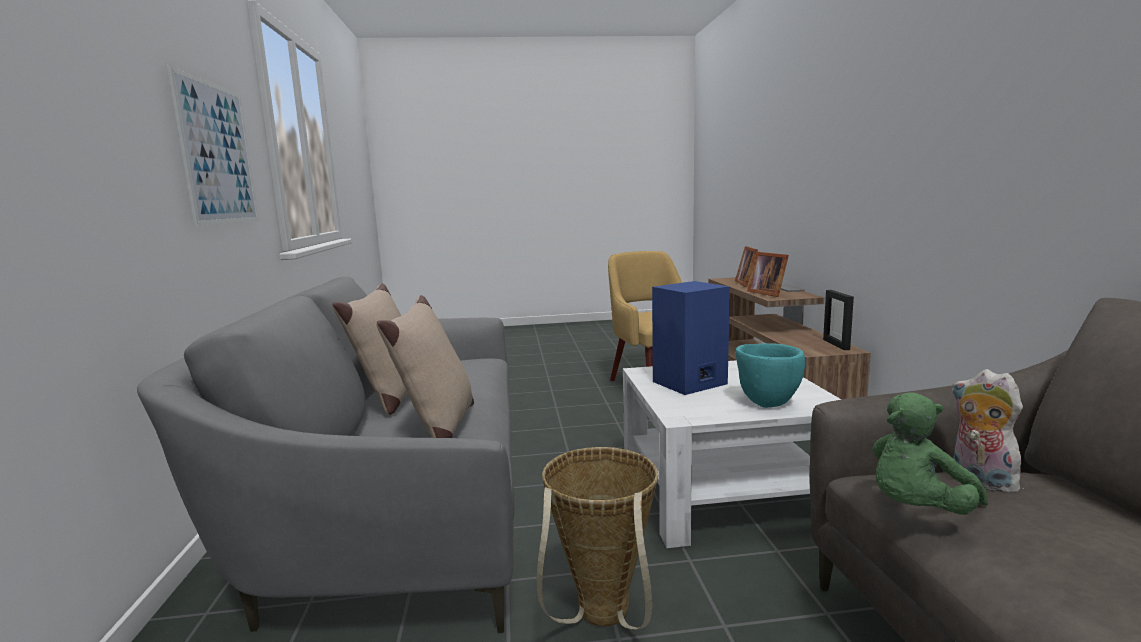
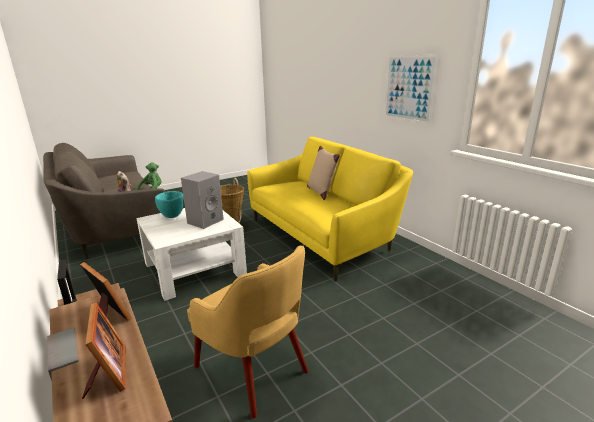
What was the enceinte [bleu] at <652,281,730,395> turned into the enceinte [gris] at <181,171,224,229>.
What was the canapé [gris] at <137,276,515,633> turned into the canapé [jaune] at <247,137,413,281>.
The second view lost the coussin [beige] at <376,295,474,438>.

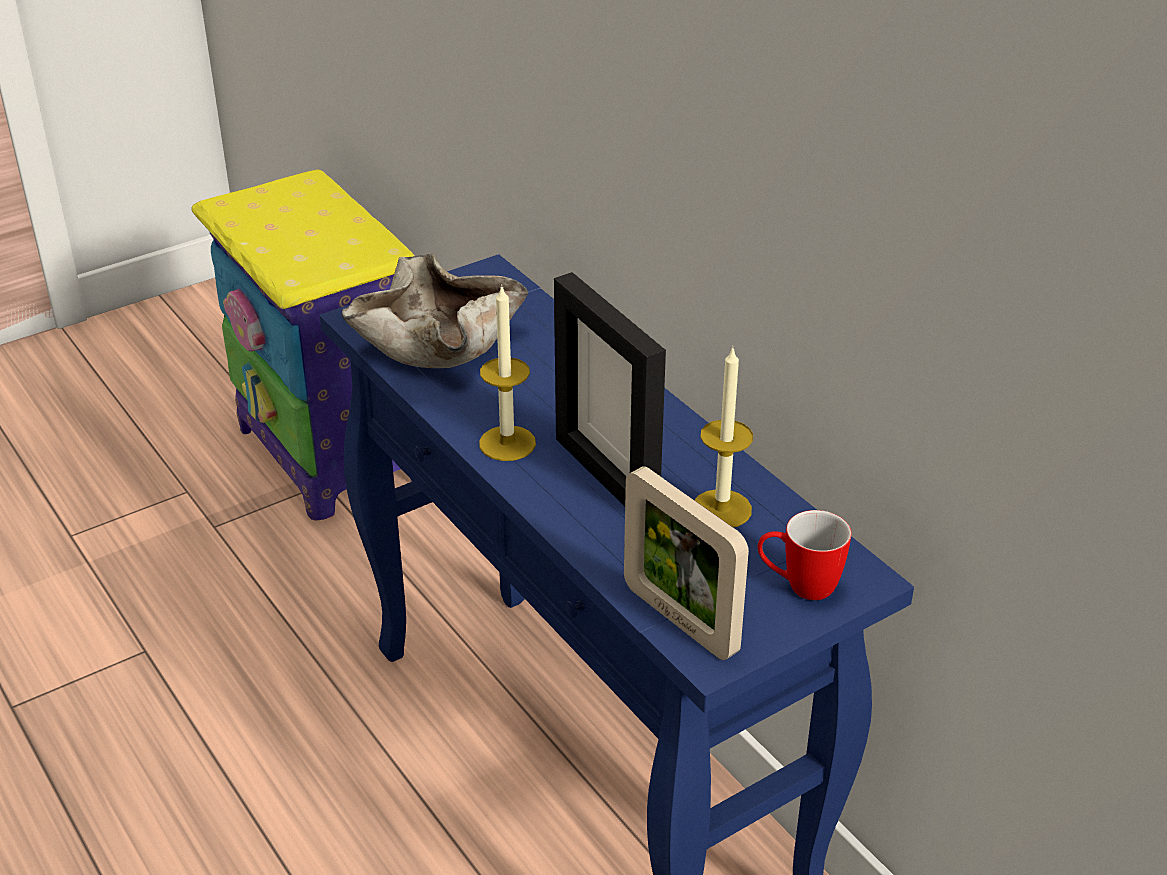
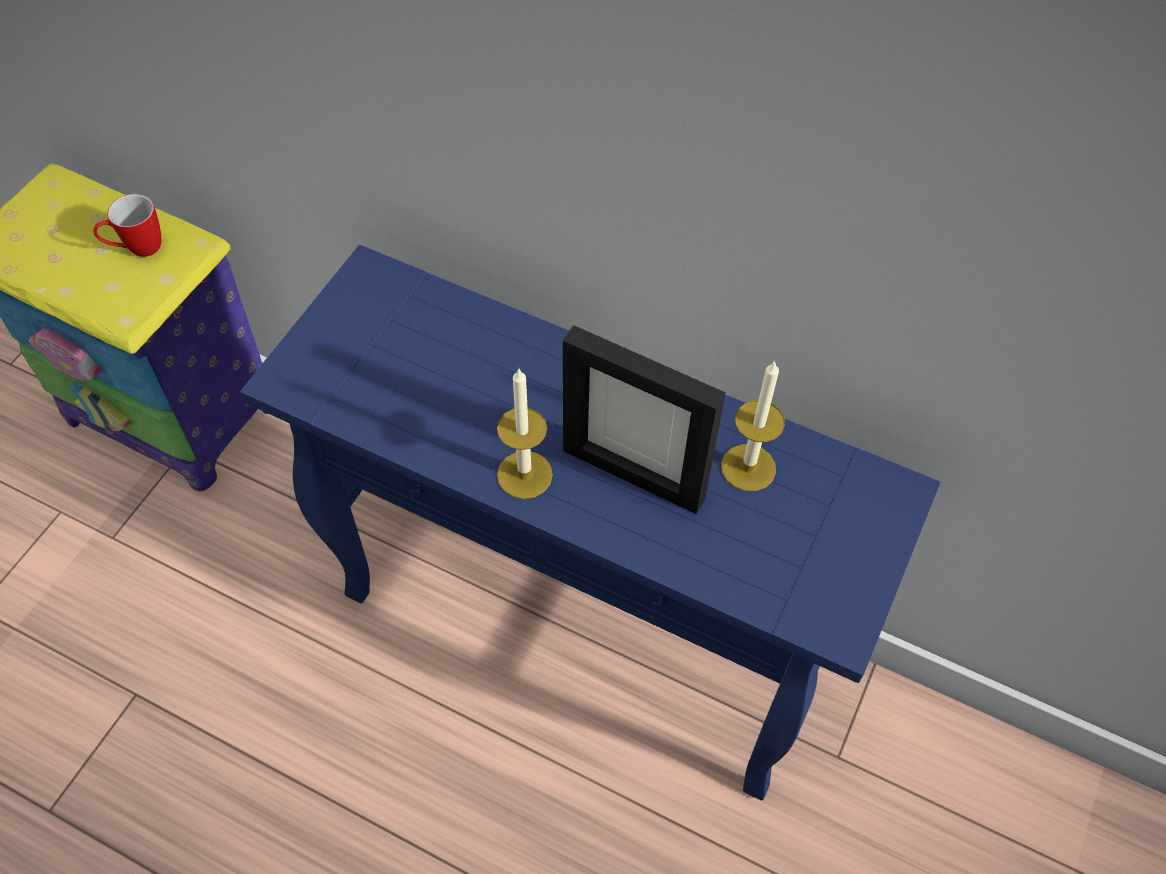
The mug ended up elsewhere, having gone from <757,510,852,600> to <93,194,161,257>.
The second view lost the bol [beige] at <342,254,528,368>.
The second view lost the cadre photo at <624,466,749,660>.

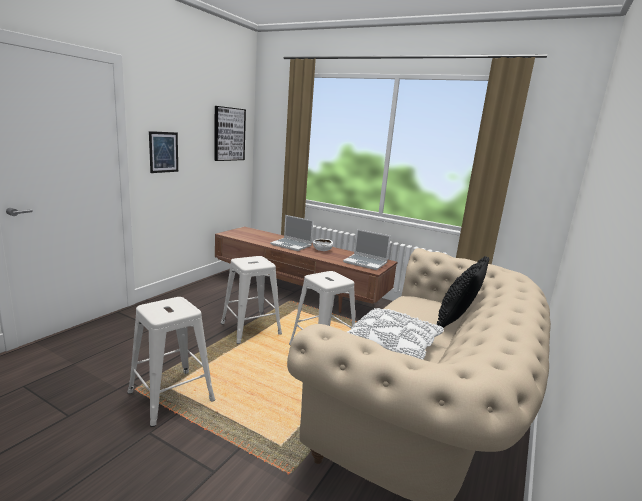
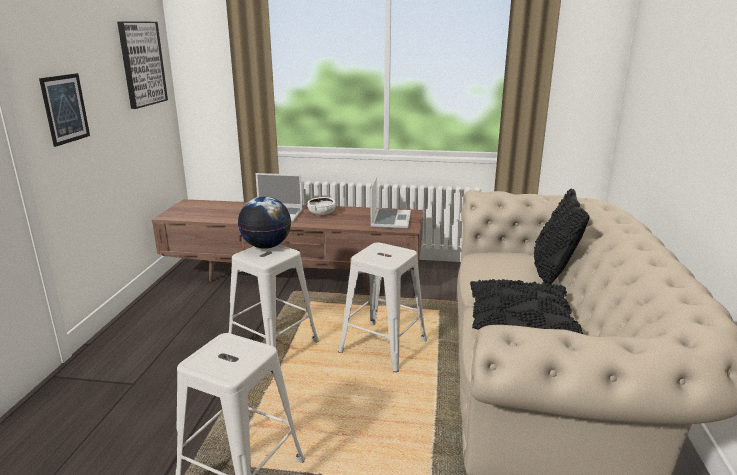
The second view gained the globe at <238,196,291,249>.
The ordinateur portable at <343,229,391,270> ended up facing another way, 90 degrees counterclockwise from before.
What was the coussin [blanc] at <347,308,444,360> turned into the coussin [noir] at <470,279,583,334>.

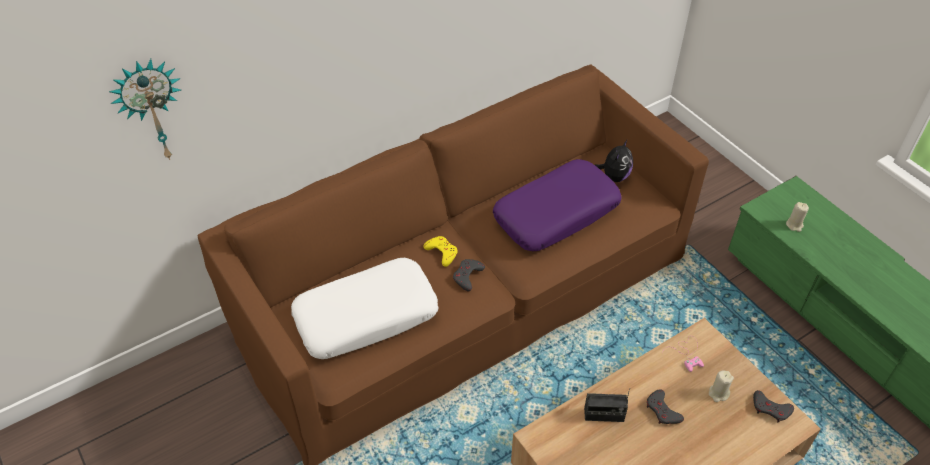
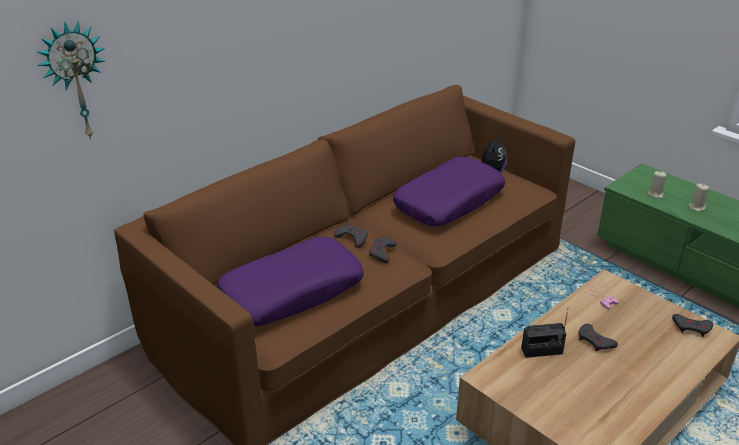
What was the coussin [blanc] at <291,258,439,359> turned into the coussin [violet] at <217,237,364,326>.
What was the manette [jaune] at <423,236,458,267> turned into the manette [gris] at <334,224,368,248>.
The bougie [beige] ended up elsewhere, having gone from <709,370,734,402> to <689,184,709,212>.

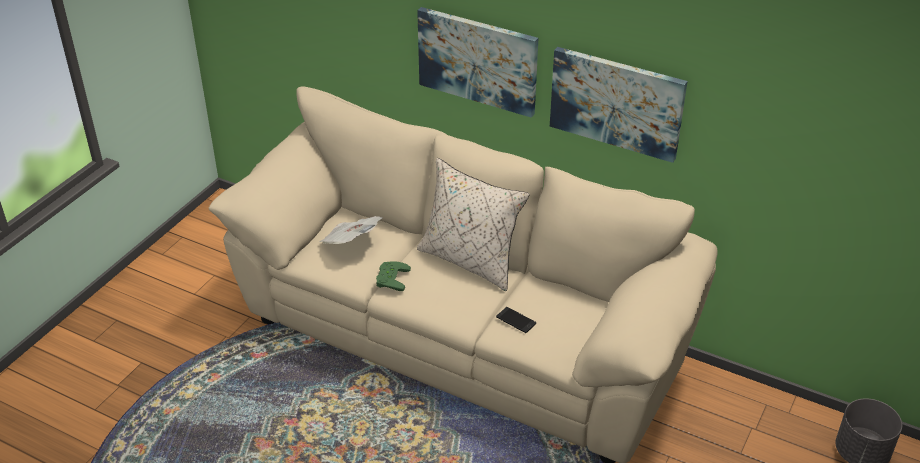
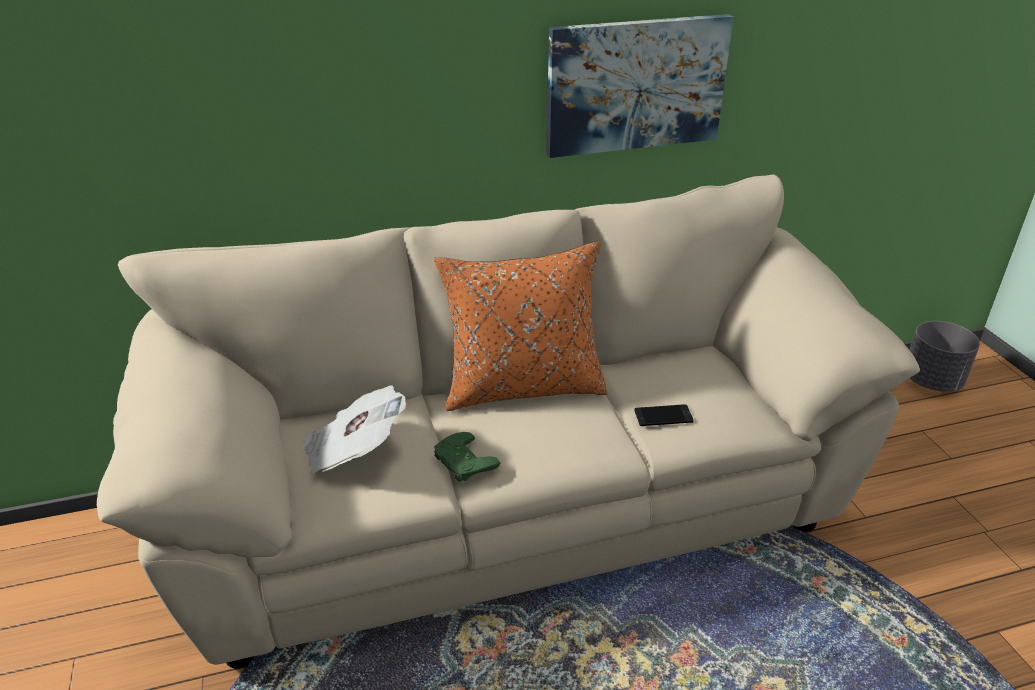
What was the coussin [beige] at <417,158,530,291> turned into the coussin [orange] at <434,241,607,411>.
The second view lost the tableau at <417,7,539,118>.

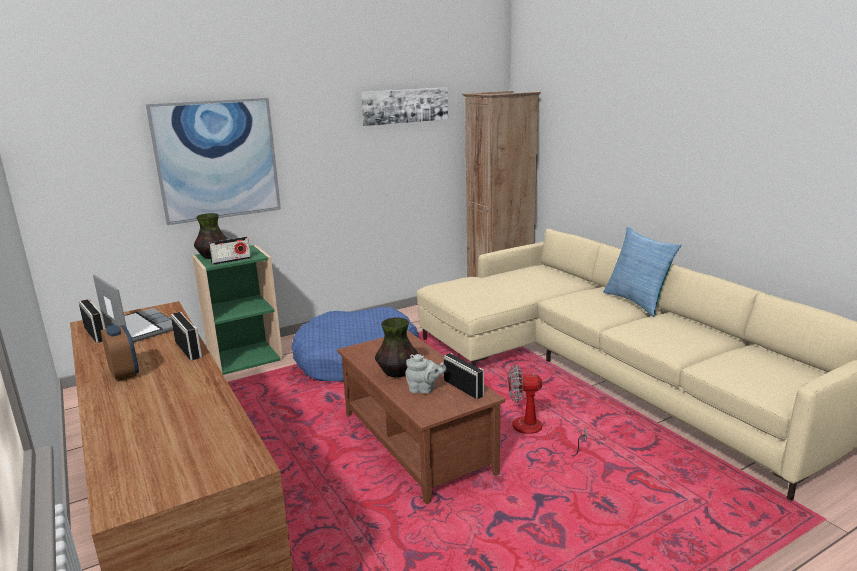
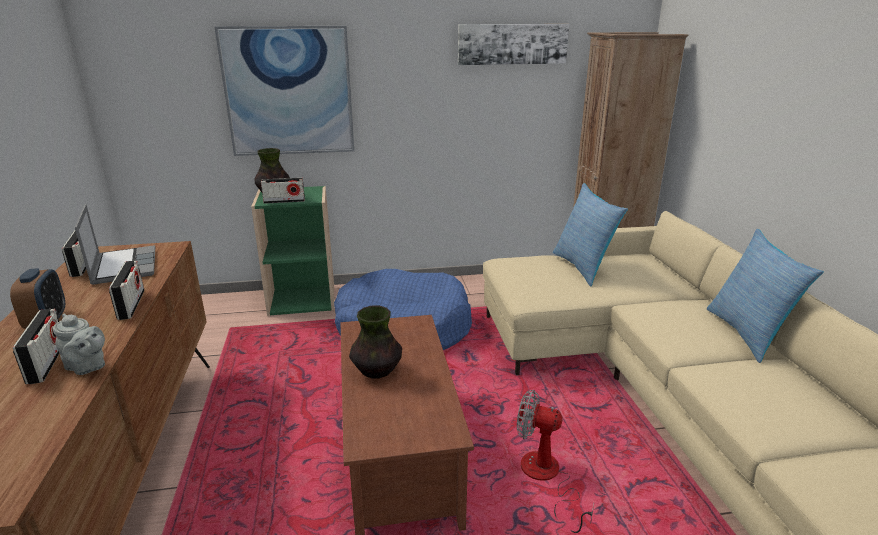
The radio ended up elsewhere, having gone from <444,353,484,399> to <13,309,60,384>.
The théière [gris] ended up elsewhere, having gone from <405,354,447,394> to <53,313,105,375>.
The second view gained the coussin at <553,183,628,287>.

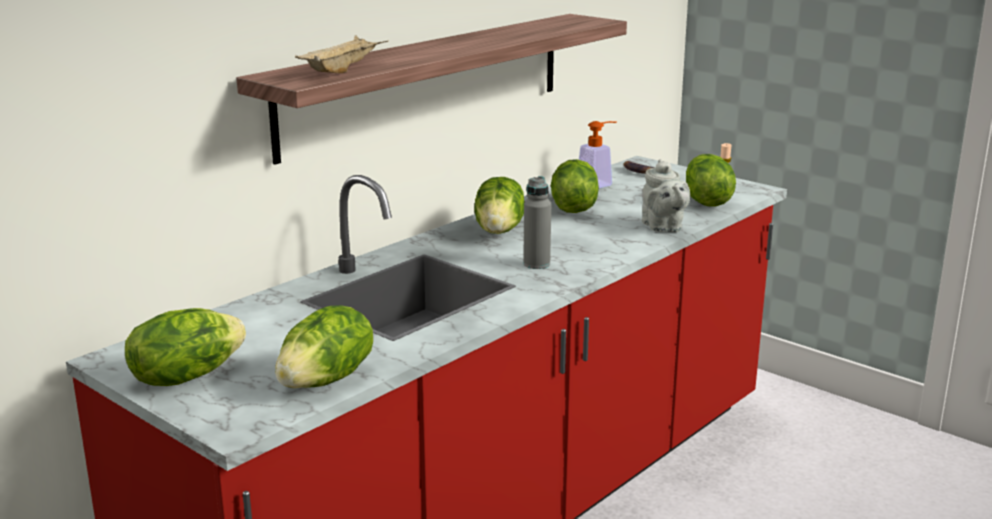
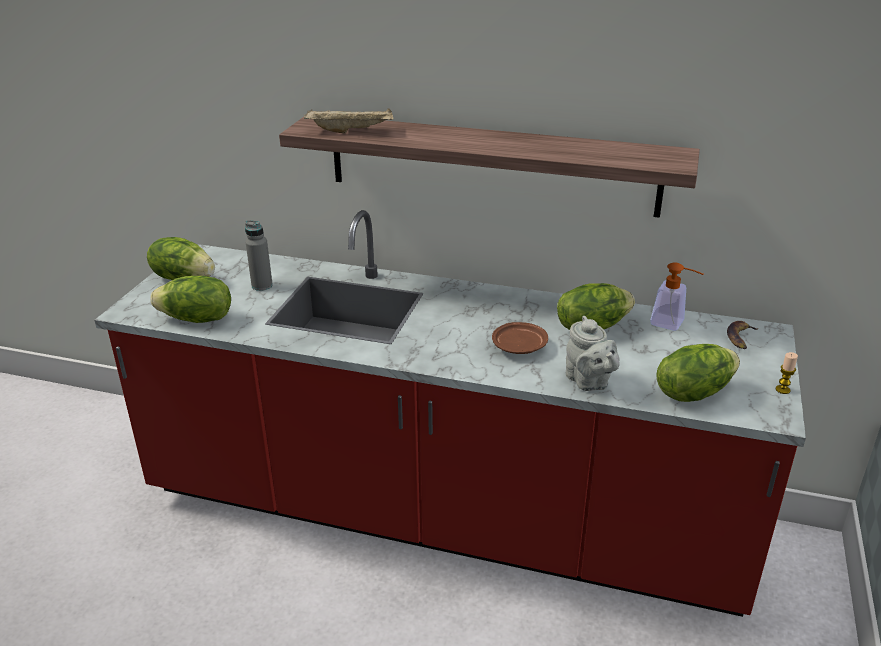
The bouteille [gris] ended up elsewhere, having gone from <523,176,551,269> to <245,220,273,291>.
The second view gained the assiette [marron] at <492,322,548,354>.
The théière [gris] at <642,159,691,232> ended up facing another way, 75 degrees counterclockwise from before.
The second view lost the laitue at <474,177,524,234>.

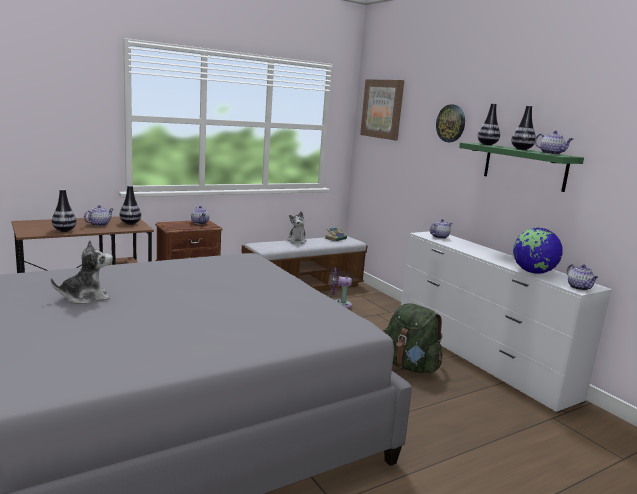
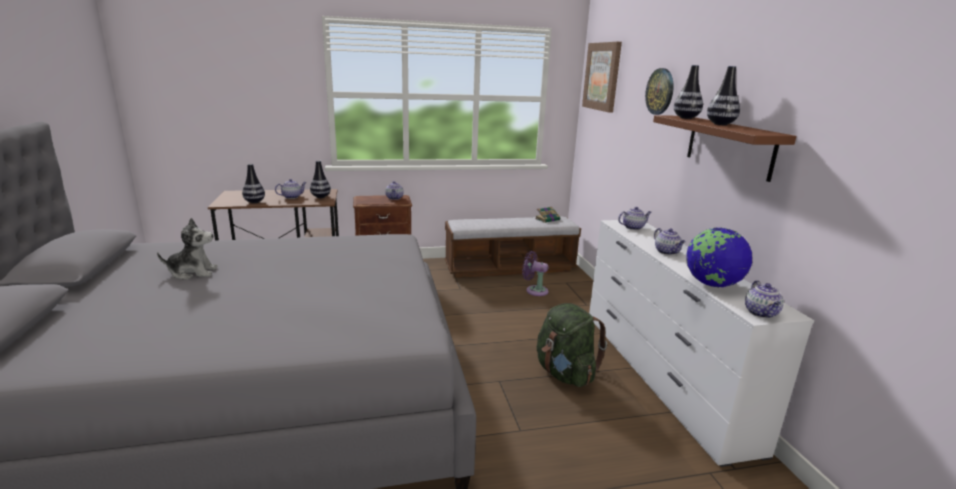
What was the étagère [vert] at <459,142,584,192> turned into the étagère [marron] at <653,115,796,182>.
The théière ended up elsewhere, having gone from <535,131,573,155> to <654,228,686,255>.
The second view lost the peluche at <287,211,307,244>.

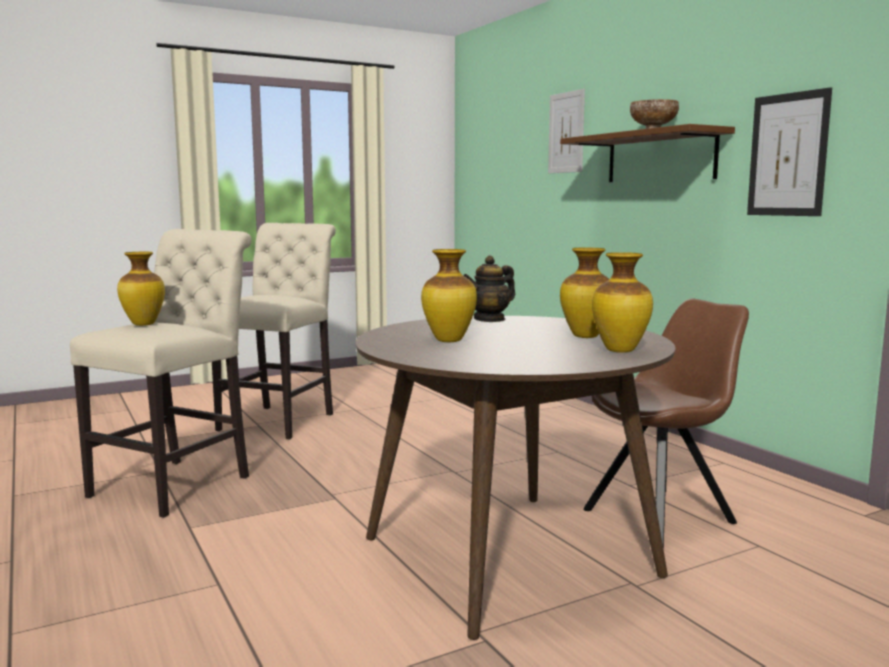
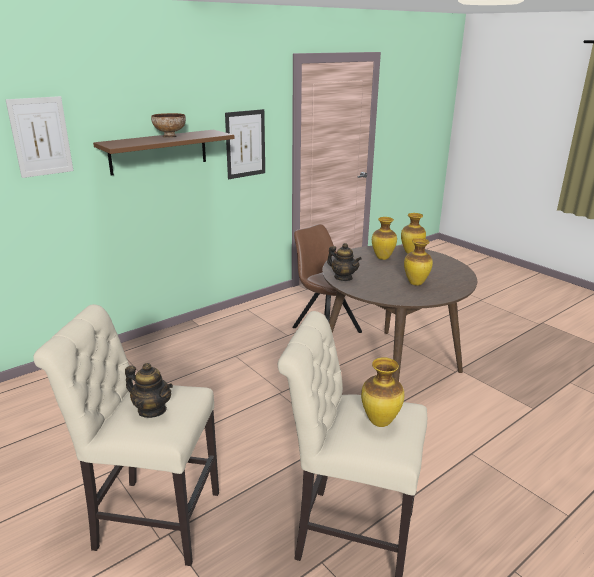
The second view gained the théière at <125,363,173,418>.

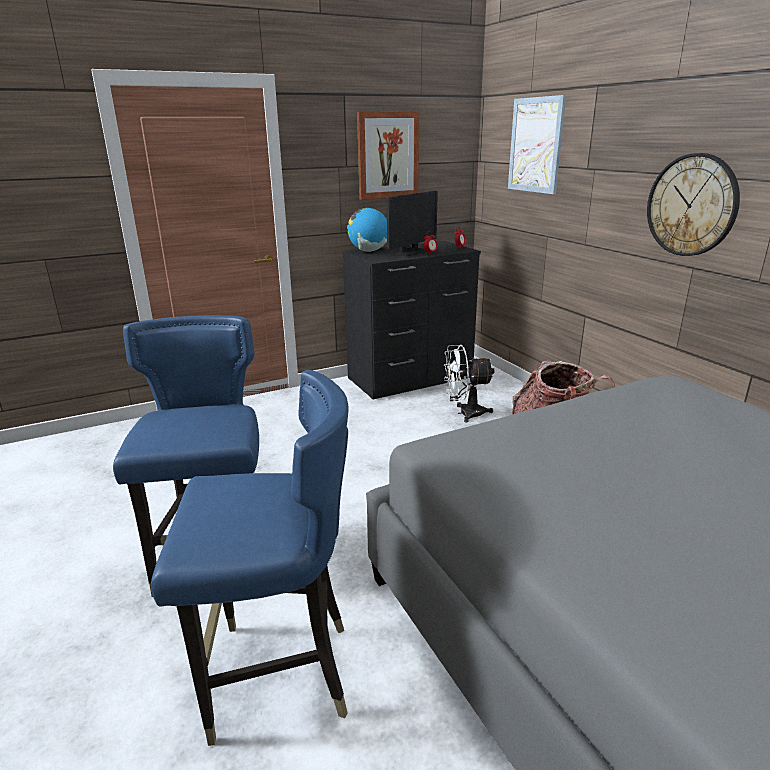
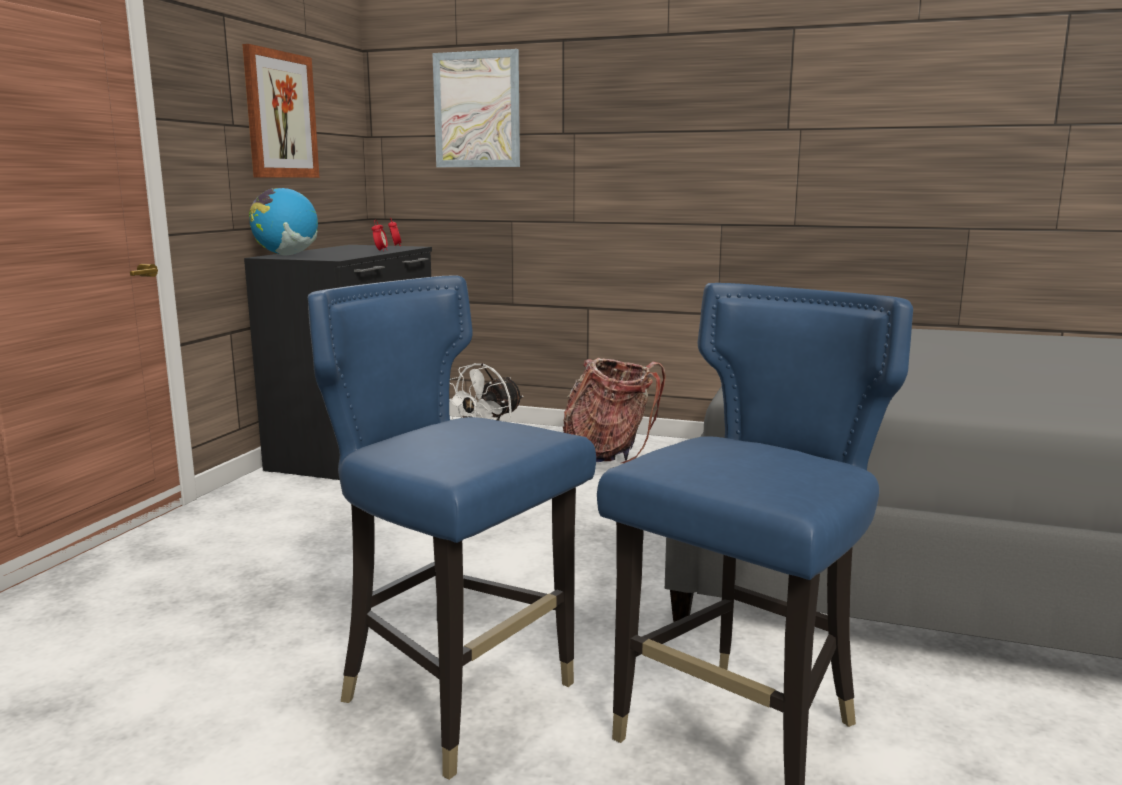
The second view lost the écran d'ordinateur at <387,191,438,256>.
The second view lost the horloge murale at <647,153,740,256>.

